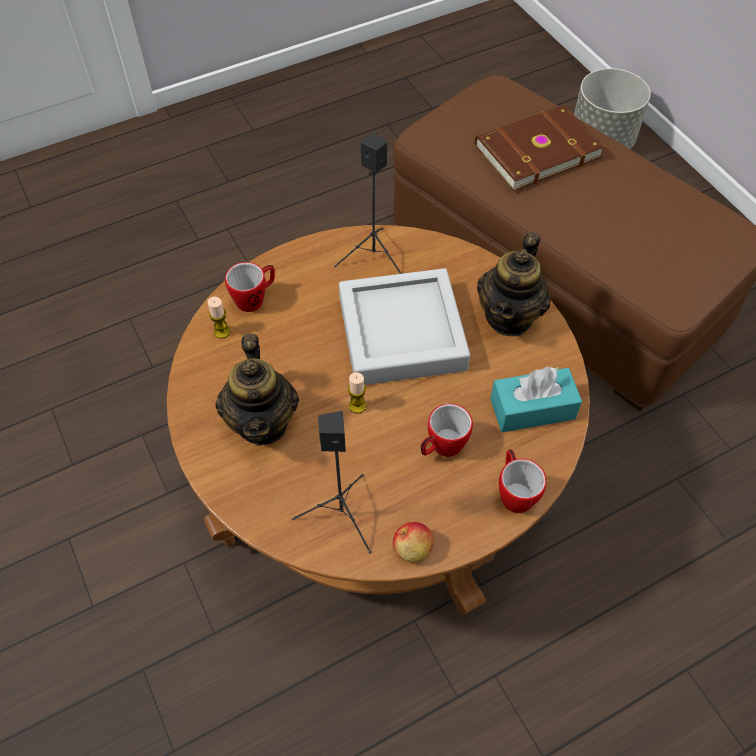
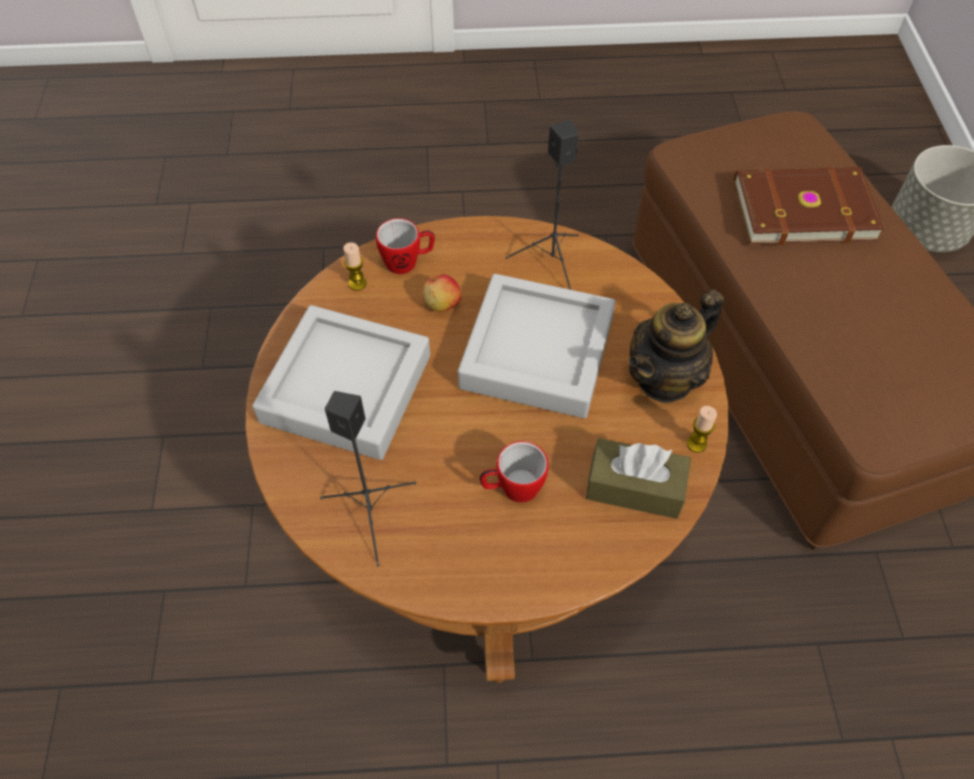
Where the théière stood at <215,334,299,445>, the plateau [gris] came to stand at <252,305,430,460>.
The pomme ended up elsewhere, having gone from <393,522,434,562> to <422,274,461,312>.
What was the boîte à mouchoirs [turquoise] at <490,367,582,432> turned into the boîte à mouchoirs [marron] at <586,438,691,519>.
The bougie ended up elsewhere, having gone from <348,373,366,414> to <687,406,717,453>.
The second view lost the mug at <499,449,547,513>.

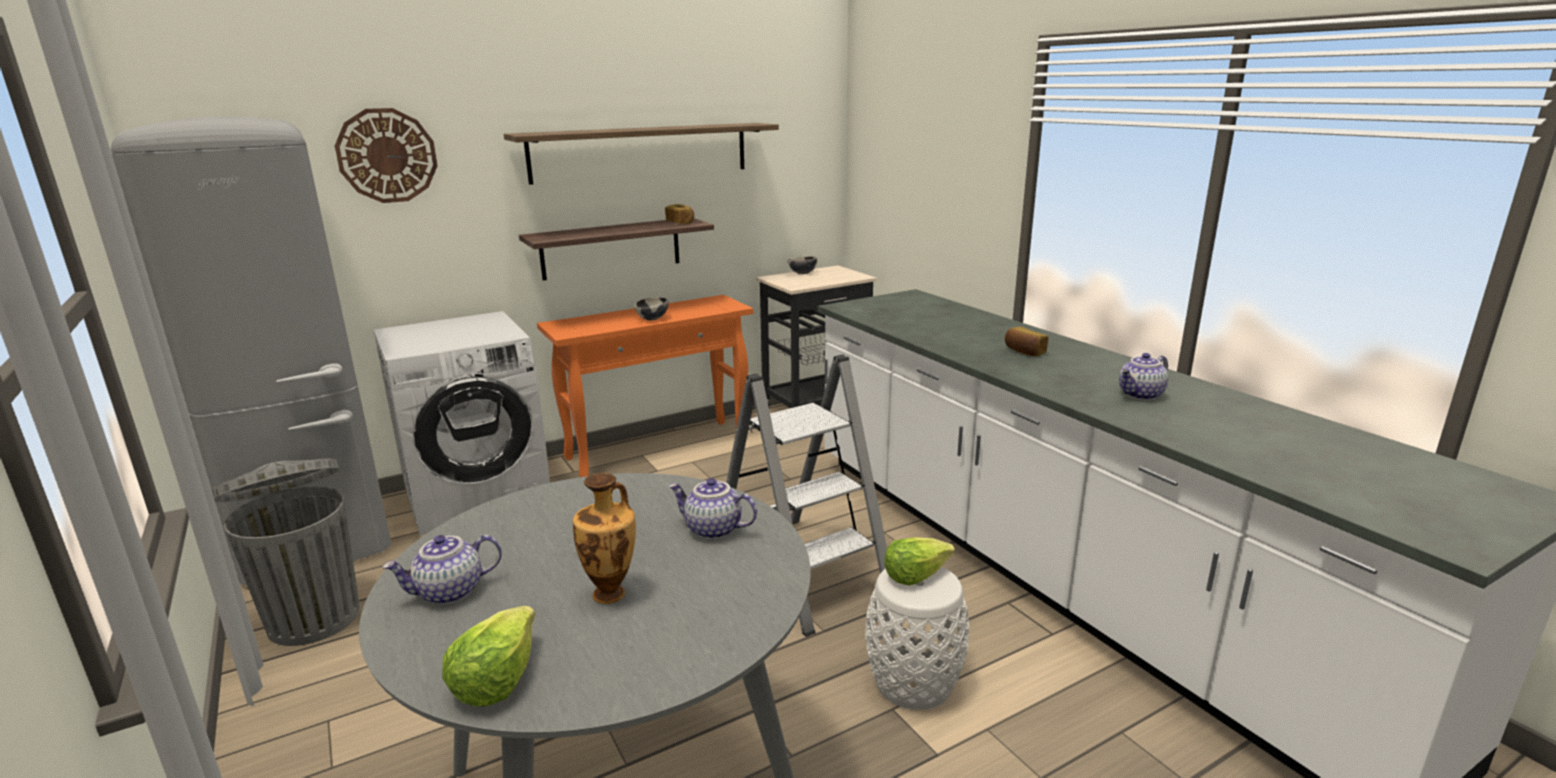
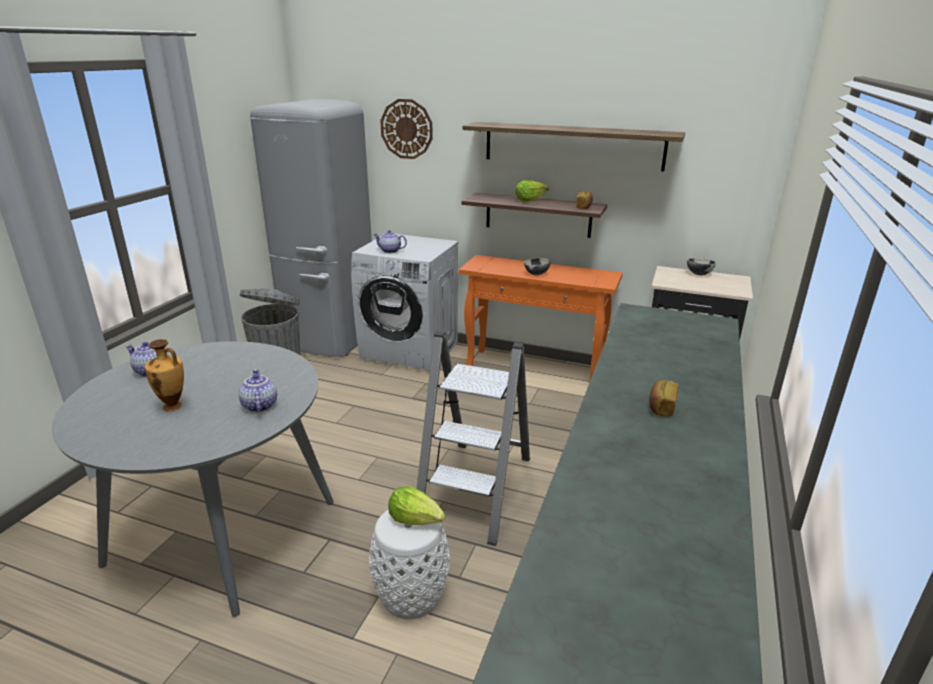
The théière ended up elsewhere, having gone from <1119,353,1168,400> to <373,230,407,253>.
The laitue ended up elsewhere, having gone from <442,606,535,707> to <516,180,549,202>.

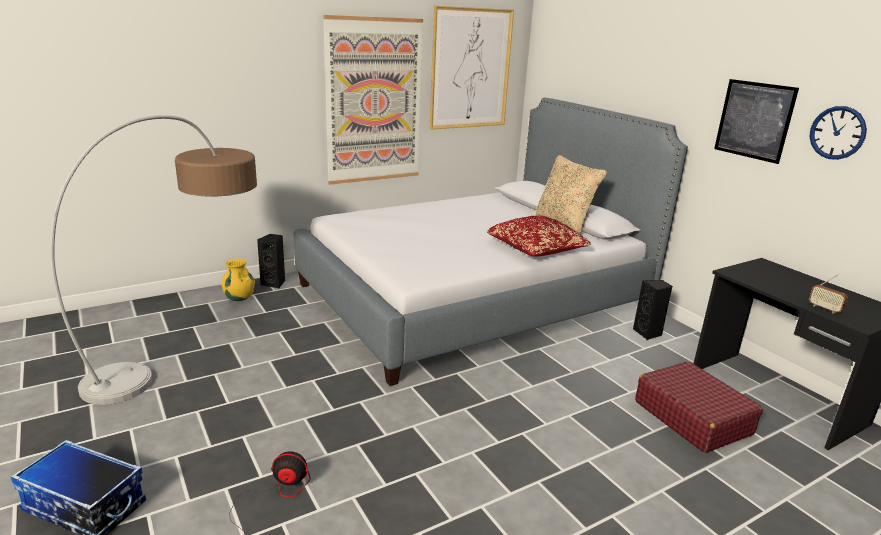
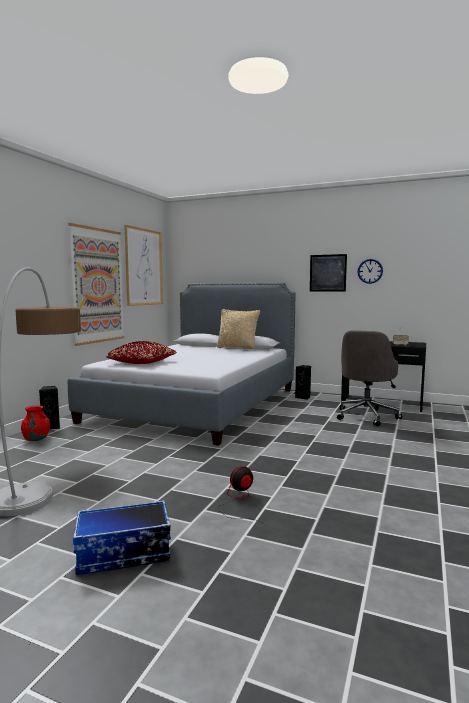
What was the vase [jaune] at <222,259,255,301> turned into the vase [rouge] at <21,405,50,441>.
The coussin [rouge] ended up elsewhere, having gone from <487,216,591,257> to <106,341,177,364>.
Where the valise [rouge] stood at <635,361,763,453>, the chaise de bureau [gris] came to stand at <337,330,402,426>.

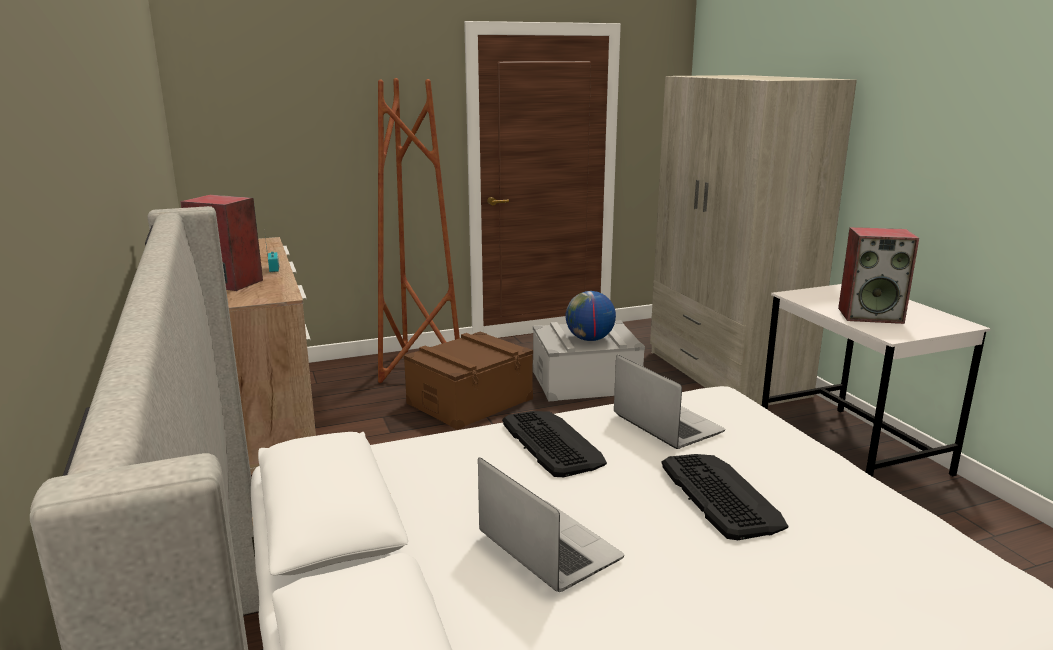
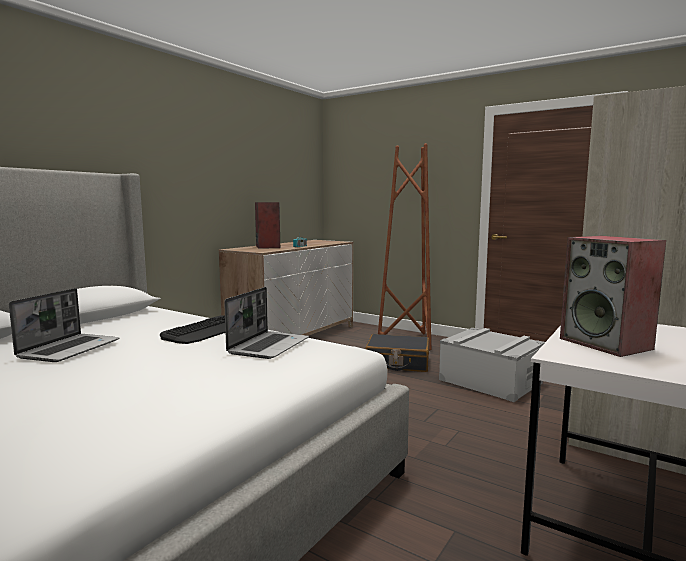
Where the boîte de rangement [marron] stood at <404,332,533,430>, the valise [noir] came to stand at <366,334,429,372>.
The second view lost the globe at <565,291,616,341>.
The second view lost the clavier at <661,454,788,540>.

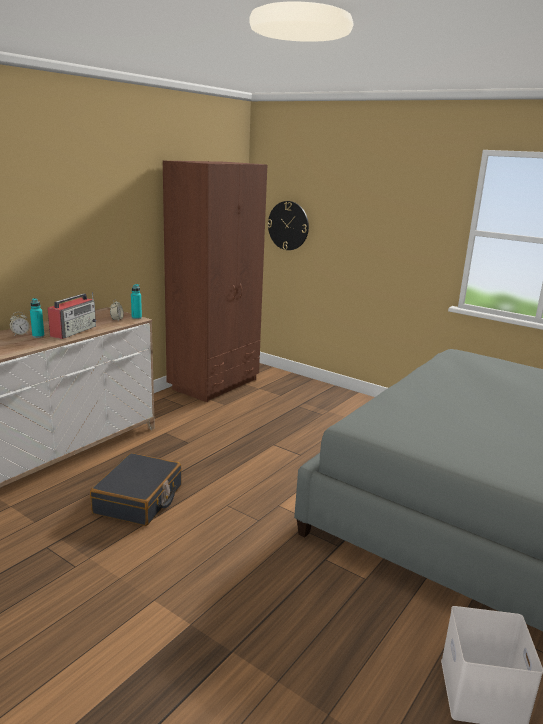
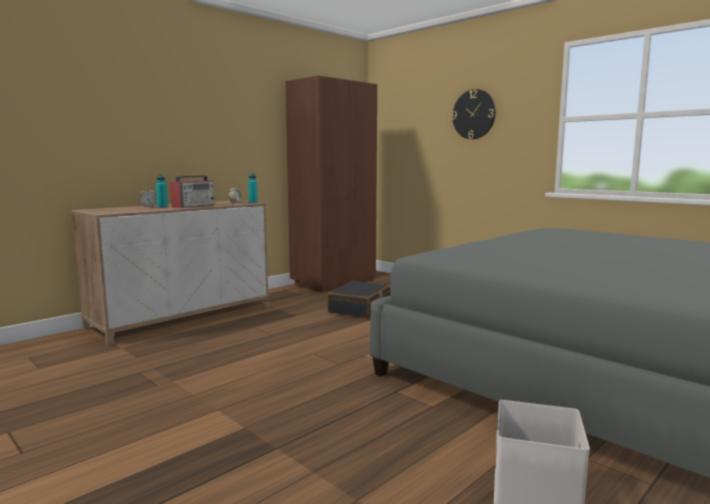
The valise [noir] ended up elsewhere, having gone from <90,453,182,526> to <327,281,391,318>.
The horloge murale ended up elsewhere, having gone from <267,201,309,250> to <452,89,496,139>.

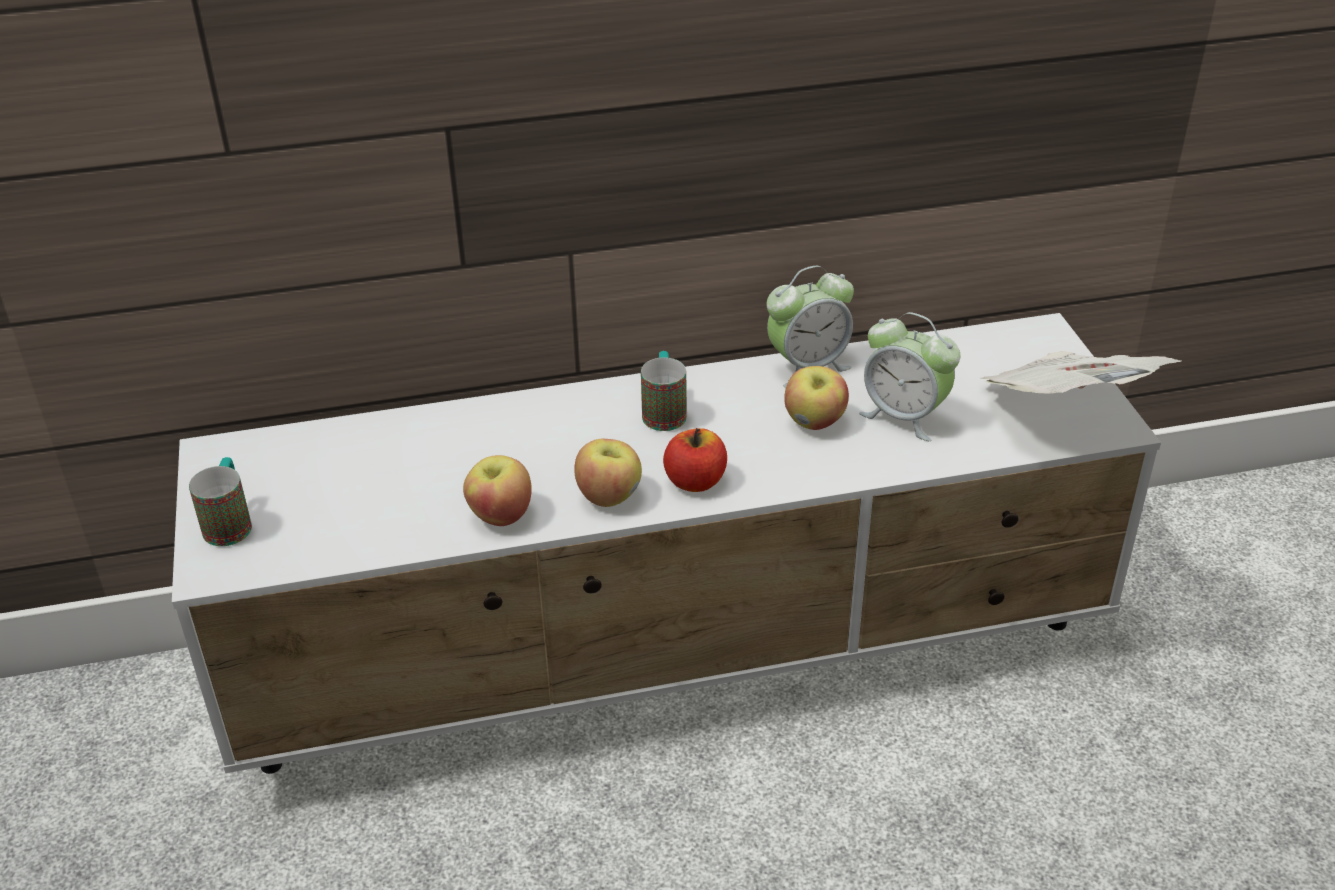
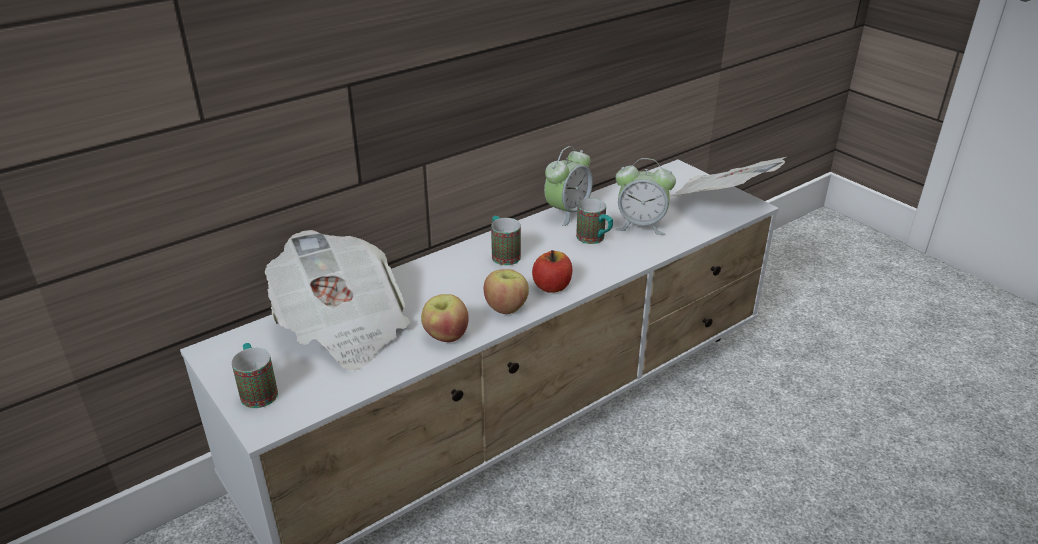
The second view gained the journal at <265,230,410,370>.
Where the pomme stood at <784,366,849,430>, the mug came to stand at <576,198,613,244>.

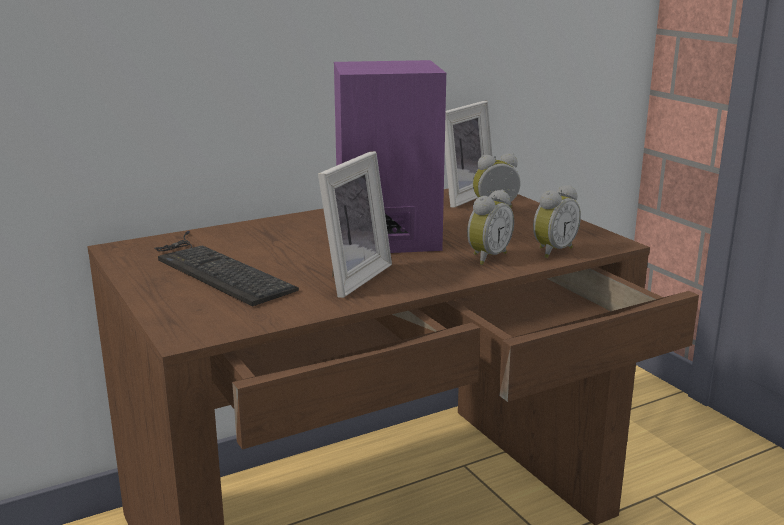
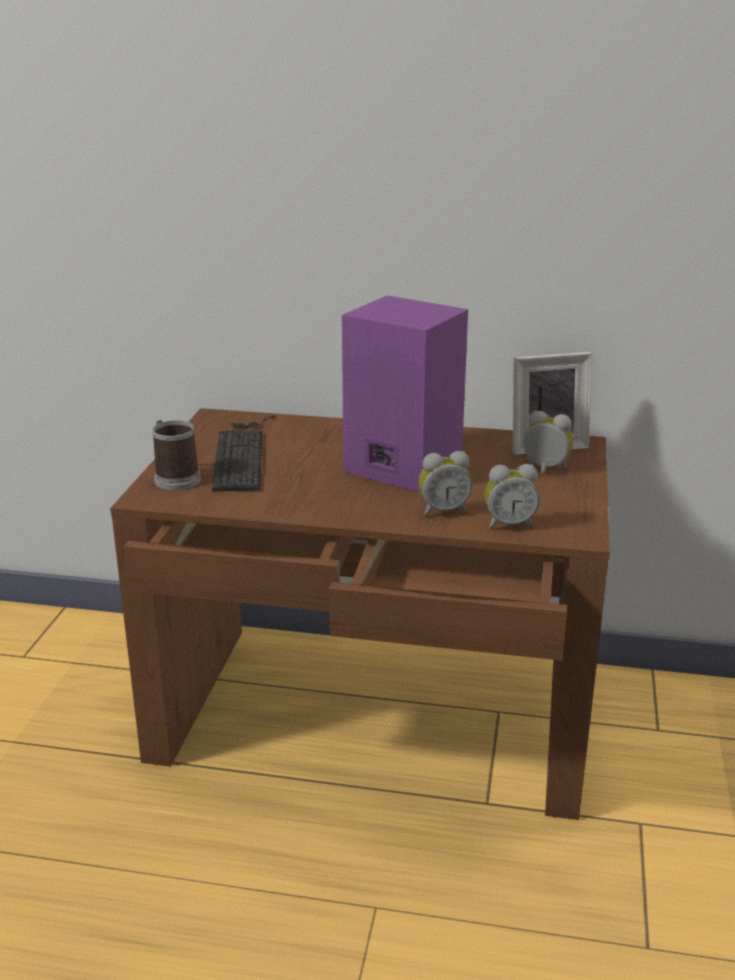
The second view gained the mug at <152,420,201,490>.
The second view lost the cadre photo at <318,151,392,298>.

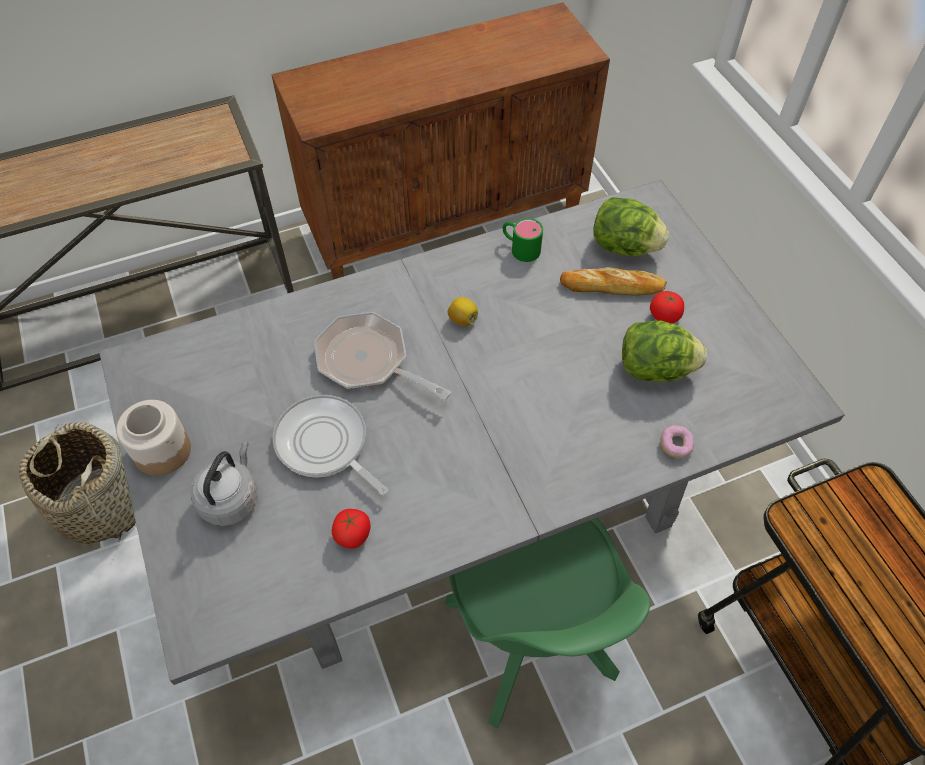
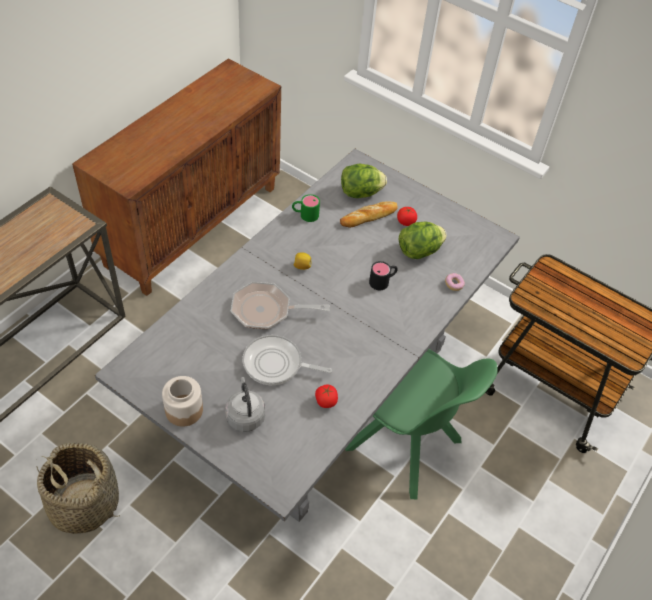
The second view gained the mug [noir] at <369,261,398,290>.

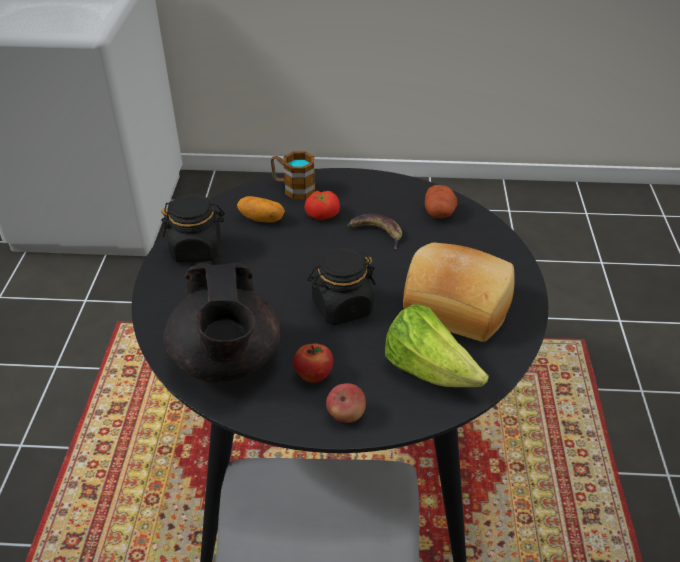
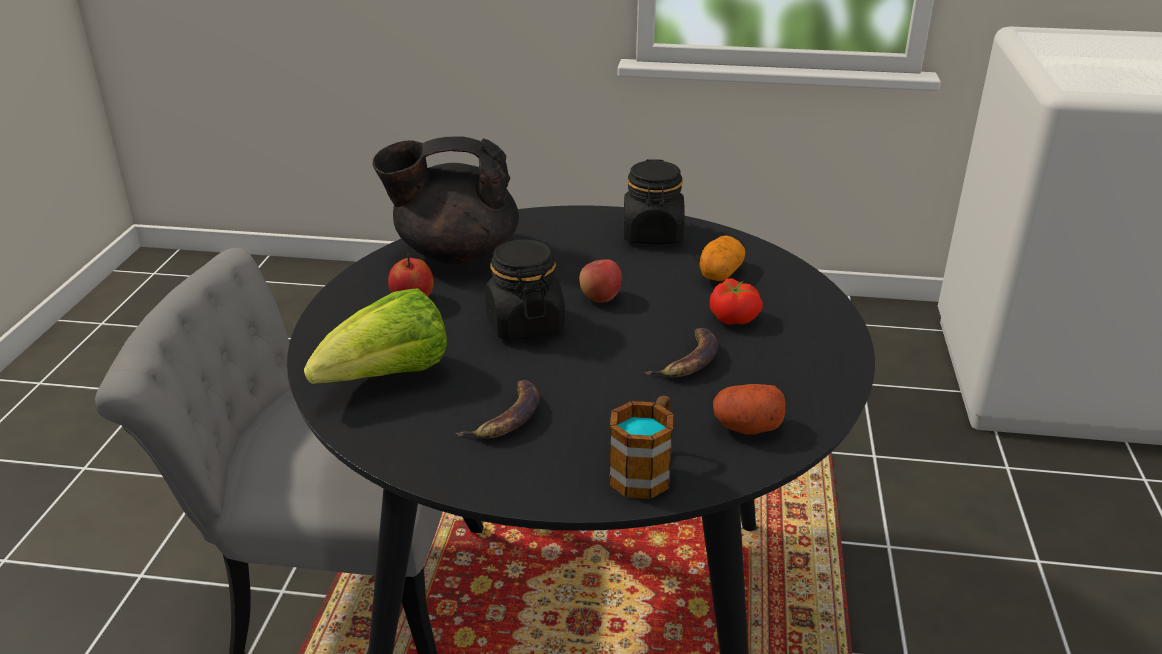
Where the pain stood at <403,243,515,342>, the banane came to stand at <455,380,539,438>.
The pomme ended up elsewhere, having gone from <326,383,366,423> to <579,259,622,303>.
The mug ended up elsewhere, having gone from <270,151,315,199> to <609,396,673,499>.

